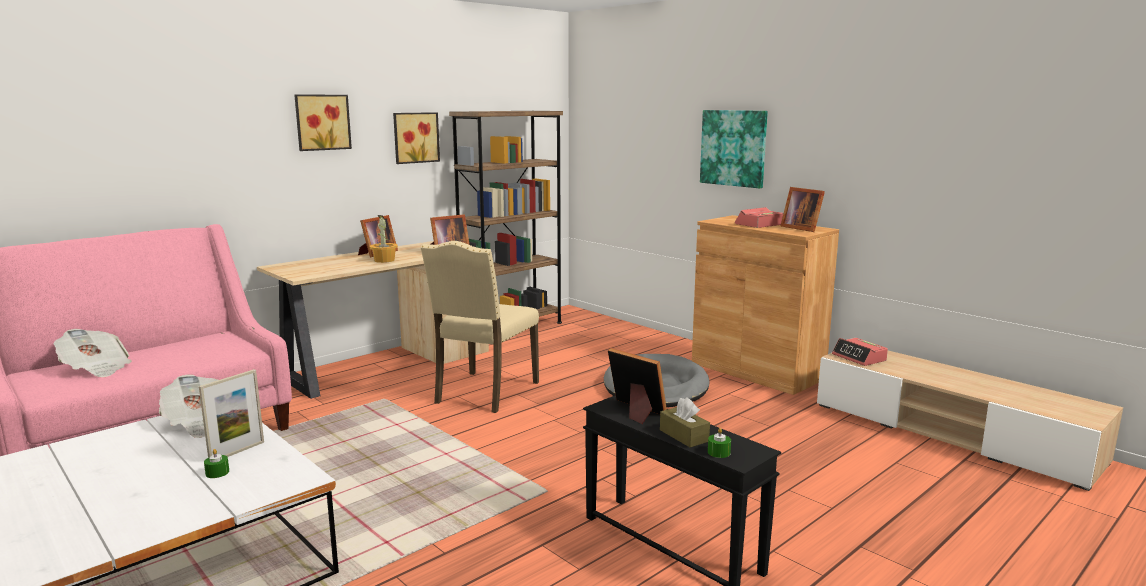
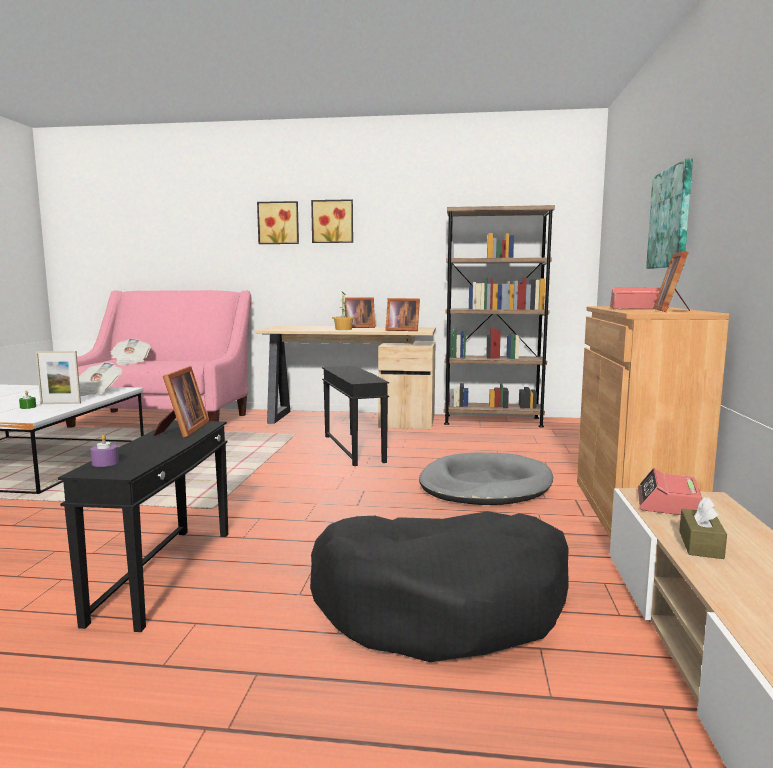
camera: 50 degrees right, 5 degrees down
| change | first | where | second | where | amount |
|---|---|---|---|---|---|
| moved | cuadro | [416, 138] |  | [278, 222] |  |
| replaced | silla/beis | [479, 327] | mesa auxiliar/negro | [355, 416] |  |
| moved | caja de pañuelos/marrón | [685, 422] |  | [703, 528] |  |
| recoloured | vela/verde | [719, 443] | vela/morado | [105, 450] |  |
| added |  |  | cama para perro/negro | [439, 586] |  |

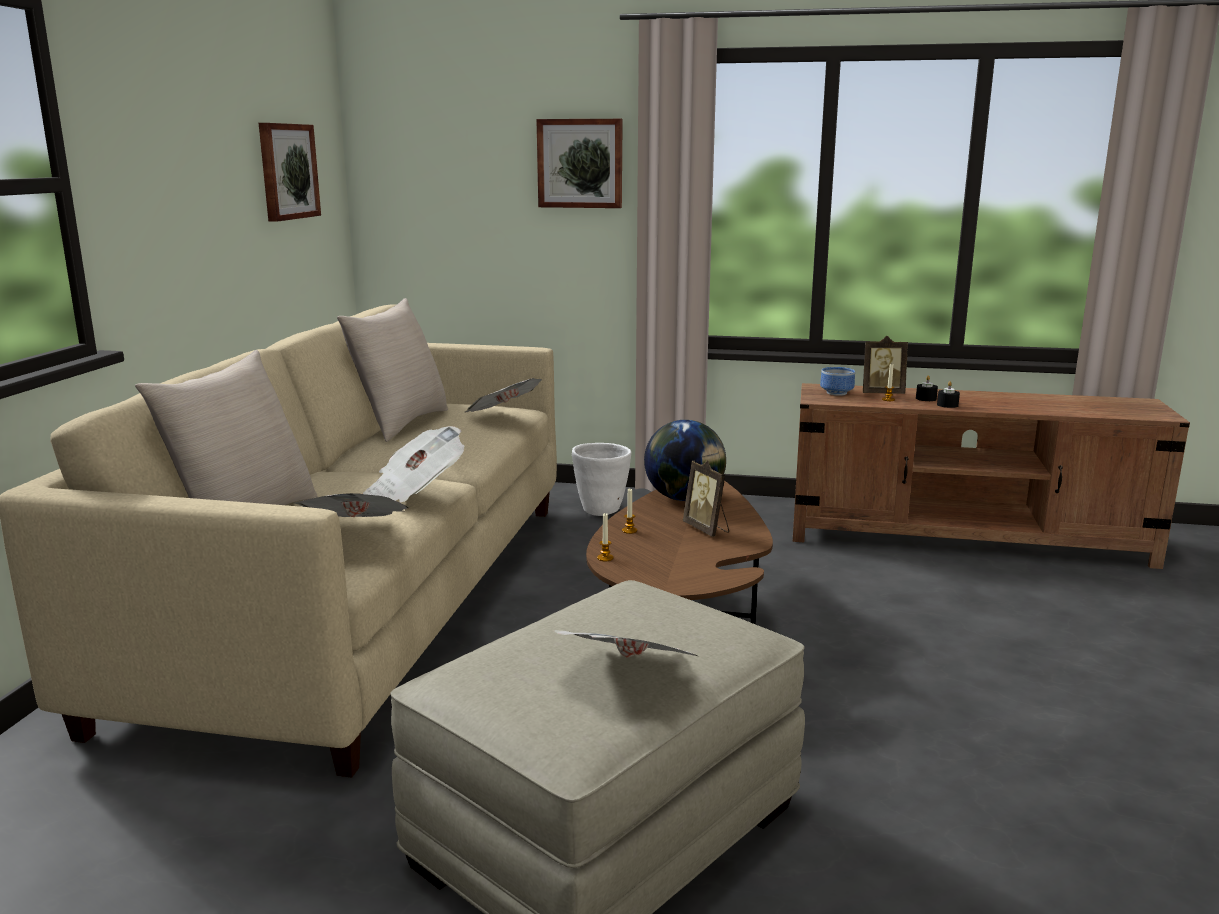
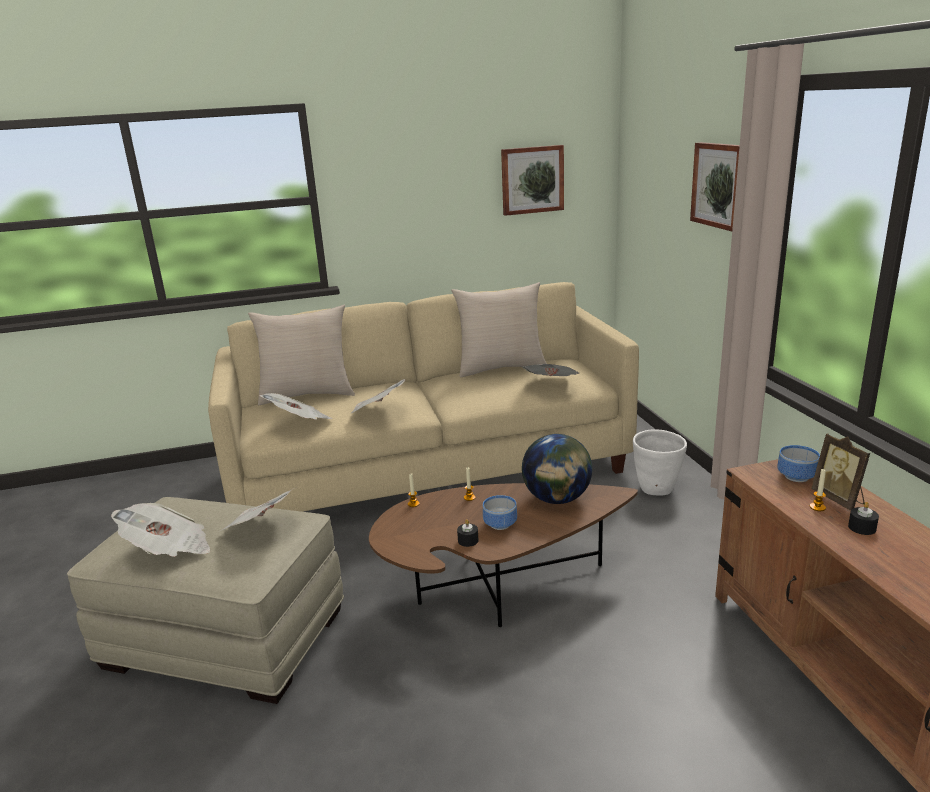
camera: 65 degrees right, 5 degrees up
| change | first | where | second | where | amount |
|---|---|---|---|---|---|
| moved | vela/negro | [948, 394] |  | [468, 533] |  |
| replaced | portarretratos | [706, 498] | cuenco | [500, 512] |  |
| added |  |  | periódico | [255, 510] |  |

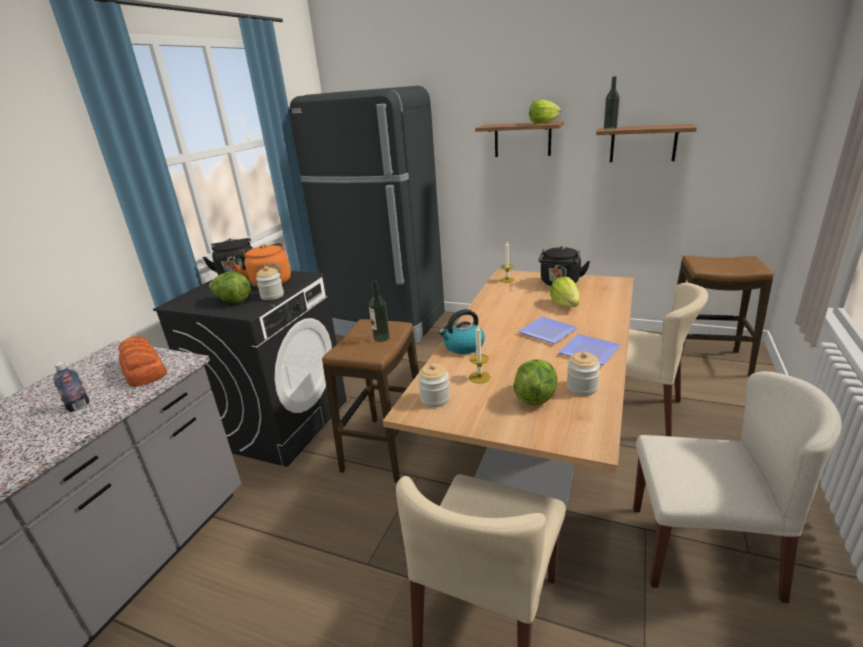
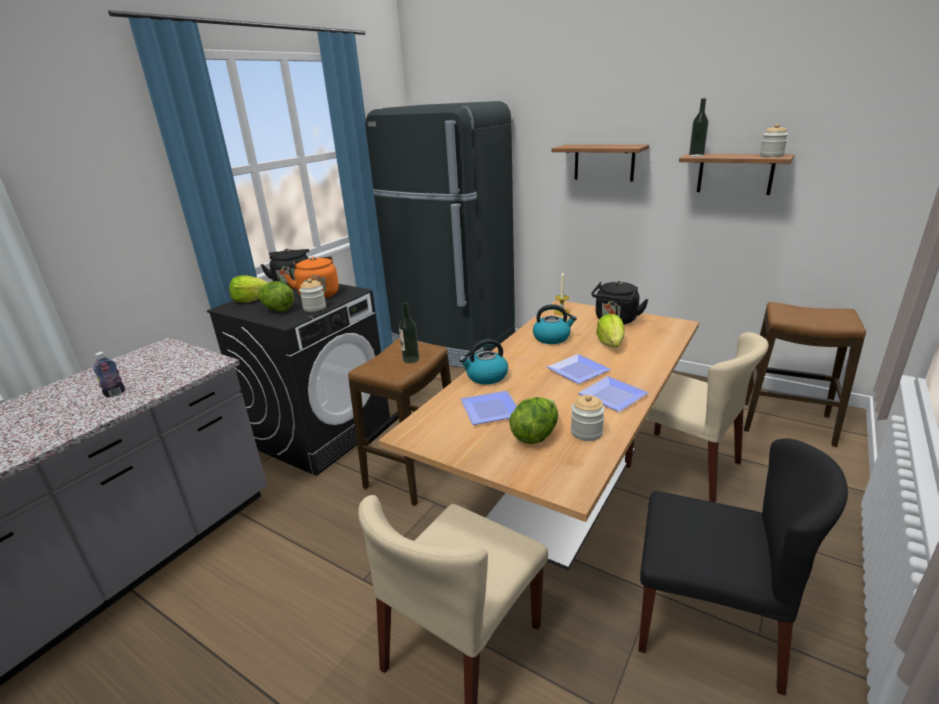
camera: 10 degrees right, 0 degrees up
| change | first | where | second | where | amount |
|---|---|---|---|---|---|
| moved | lechuga | [545, 111] |  | [249, 288] |  |
| replaced | vela | [480, 354] | plato | [489, 408] |  |
| removed | pan | [142, 361] |  |  |  |
| moved | tarro | [434, 385] |  | [774, 140] |  |
| recoloured | silla/beis | [737, 487] | silla/negro | [743, 567] |  |
| added |  |  | hervidor | [555, 324] |  |

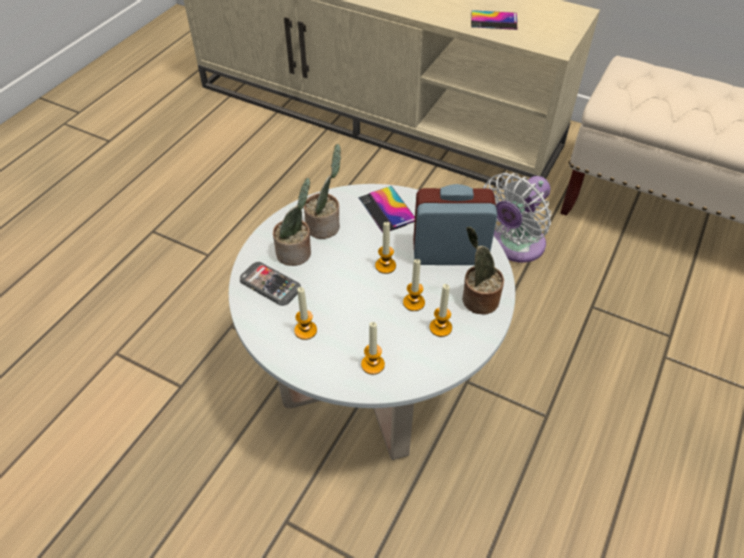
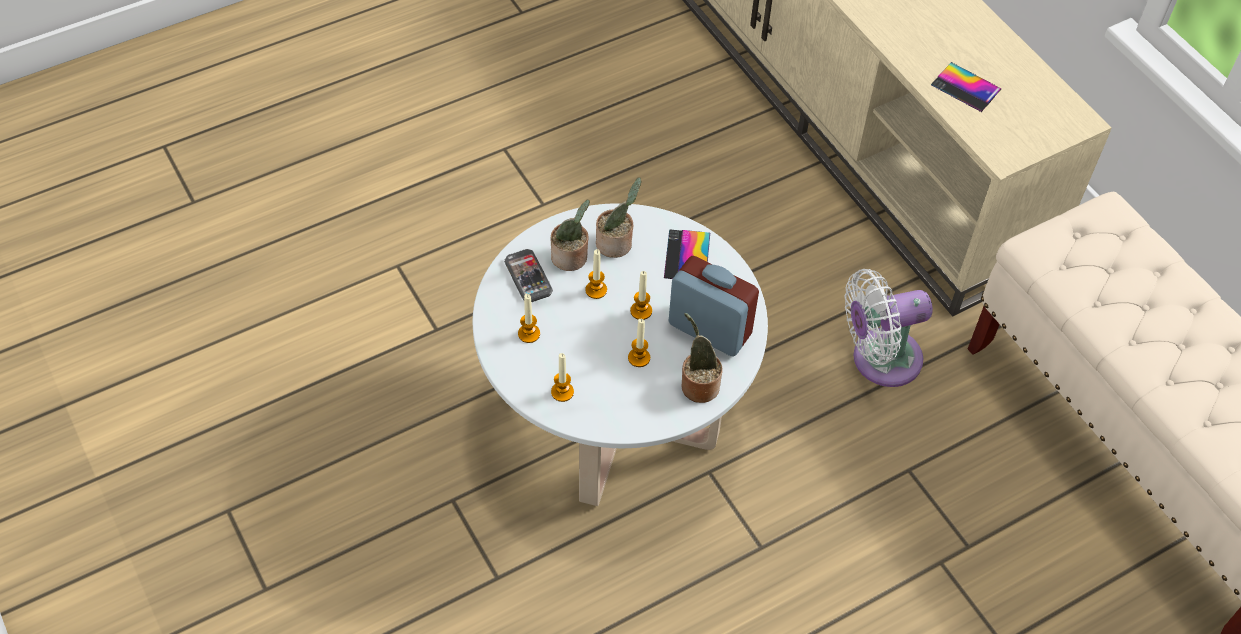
camera: 30 degrees right, 5 degrees up
| change | first | where | second | where | amount |
|---|---|---|---|---|---|
| moved | vela | [441, 310] |  | [596, 274] |  |

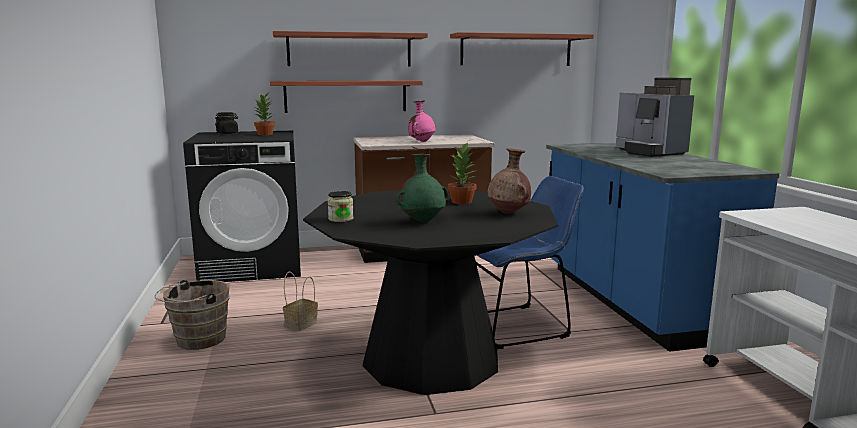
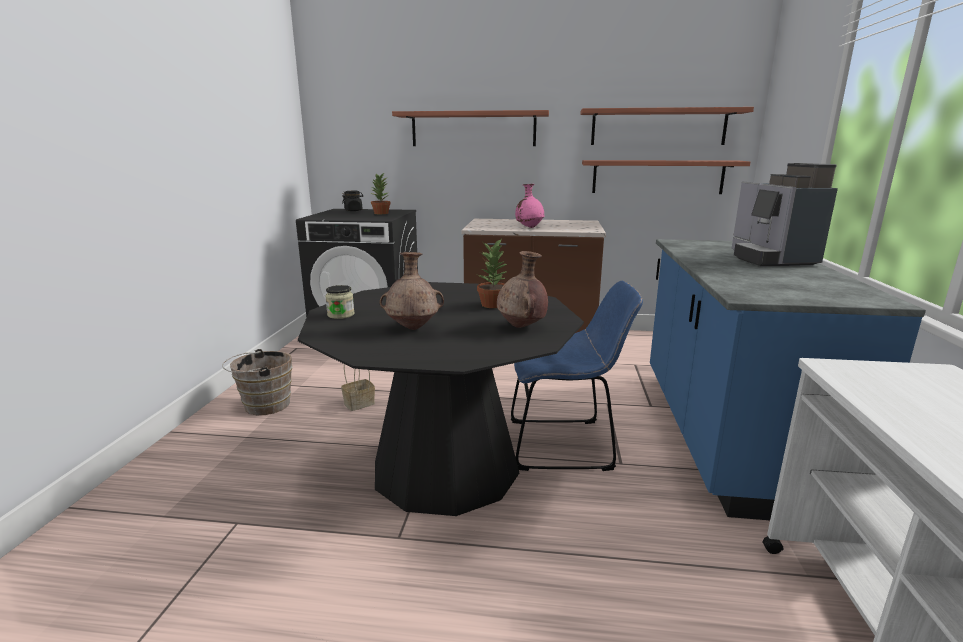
camera: 20 degrees right, 5 degrees up
| change | first | where | second | where | amount |
|---|---|---|---|---|---|
| moved | estante | [346, 97] |  | [666, 177] |  |
| recoloured | florero/verde | [422, 188] | florero/marrón | [411, 291] |  |

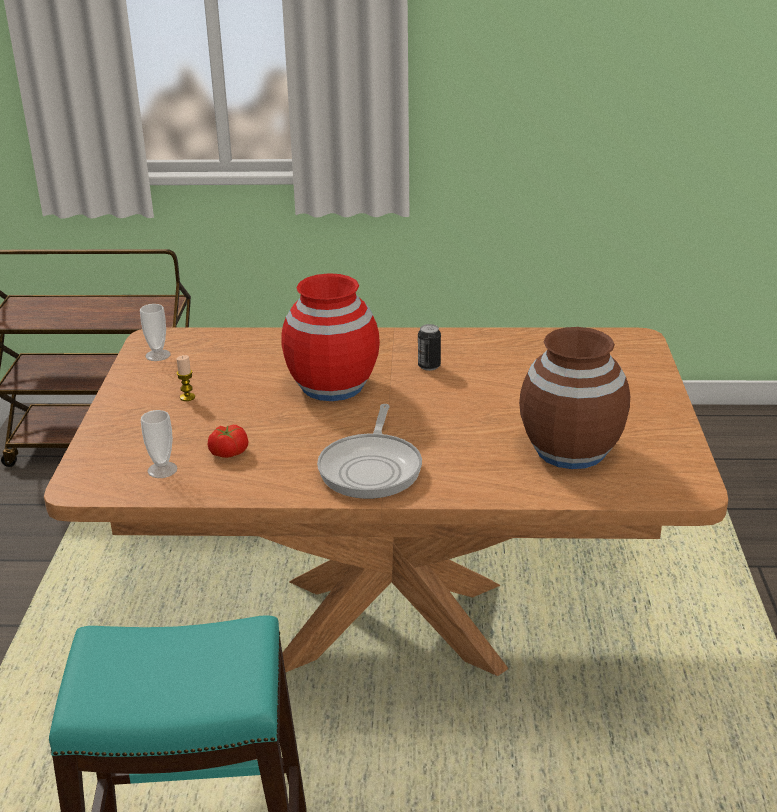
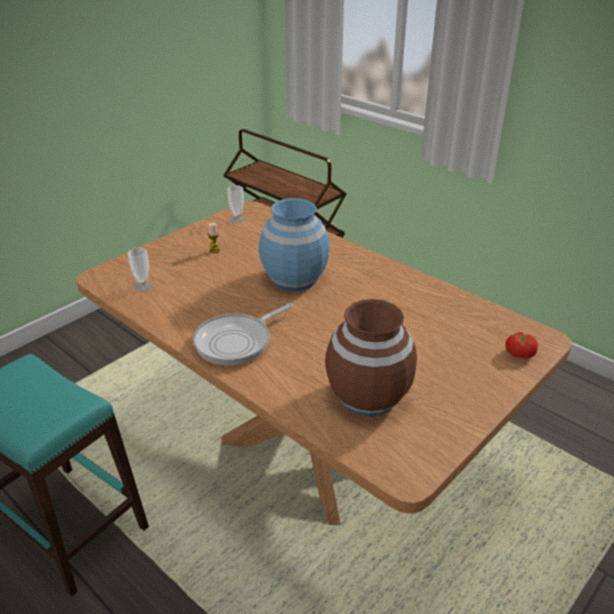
camera: 40 degrees right, 5 degrees up
| change | first | where | second | where | amount |
|---|---|---|---|---|---|
| recoloured | florero/rojo | [330, 337] | florero/azul | [294, 244] |  |
| removed | lata | [429, 347] |  |  |  |
| moved | tomate | [228, 441] |  | [522, 345] |  |

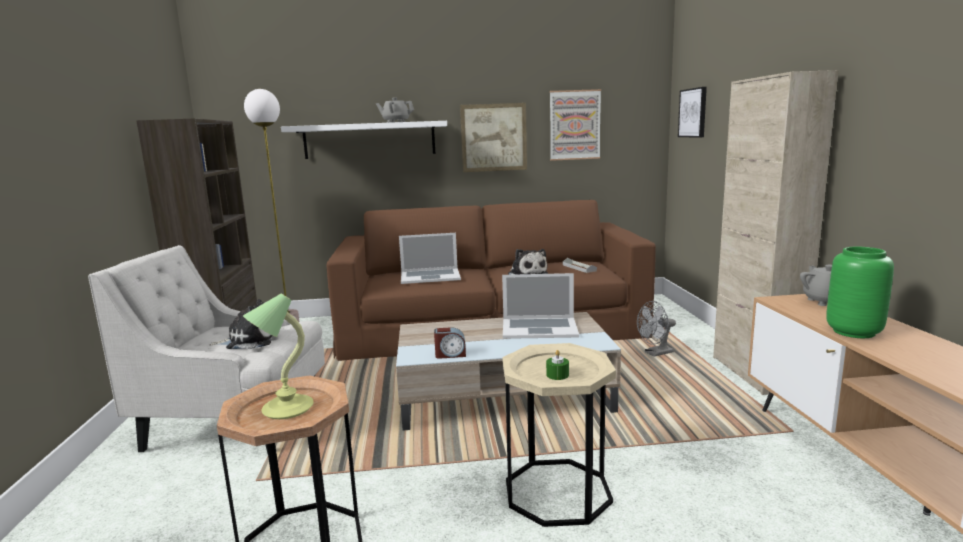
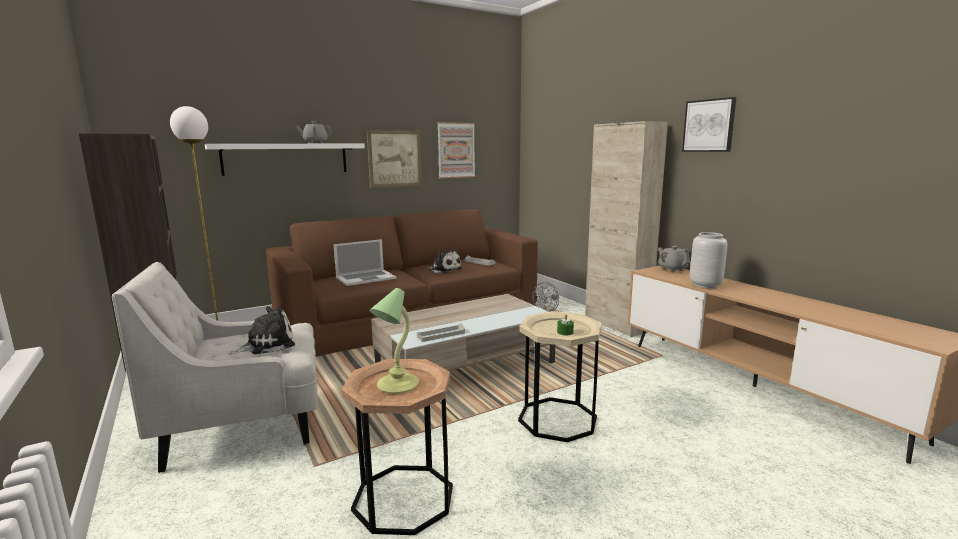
camera: 25 degrees left, 0 degrees up
| change | first | where | second | where | amount |
|---|---|---|---|---|---|
| moved | cuadro | [692, 112] |  | [709, 124] |  |
| recoloured | florero/verde | [860, 292] | florero/gris | [708, 260] |  |
| removed | portátil | [540, 306] |  |  |  |
| replaced | despertador | [450, 343] | bandeja/gris | [441, 333] |  |

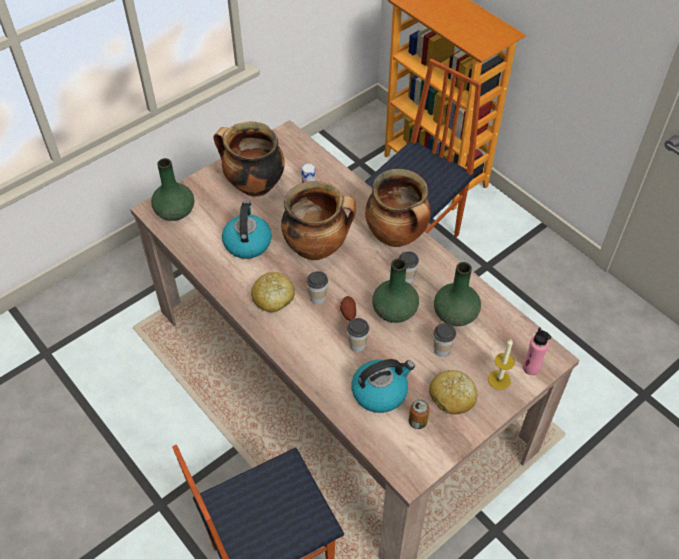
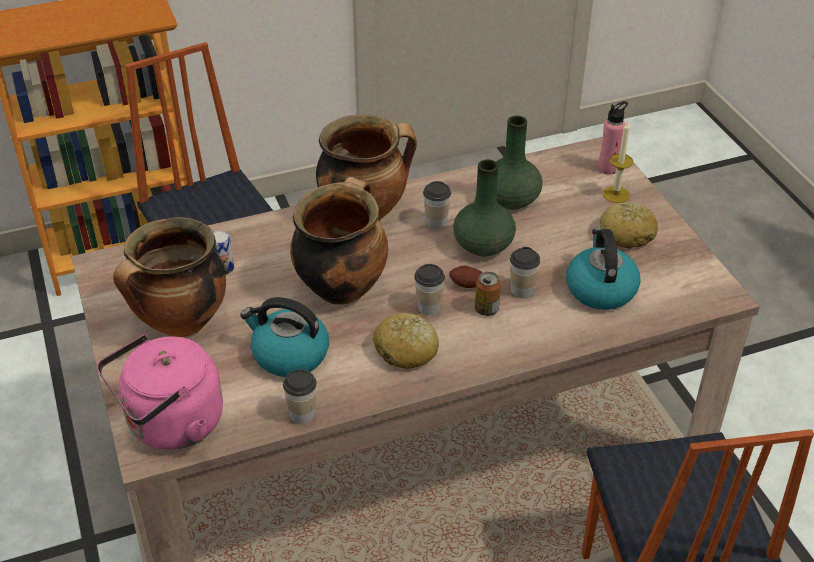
camera: 70 degrees left, 10 degrees down
| change | first | where | second | where | amount |
|---|---|---|---|---|---|
| replaced | florero/verde | [172, 189] | hervidor/rosa | [160, 392] |  |
| moved | taza | [445, 340] |  | [300, 396] |  |
| moved | lata | [419, 414] |  | [488, 294] |  |

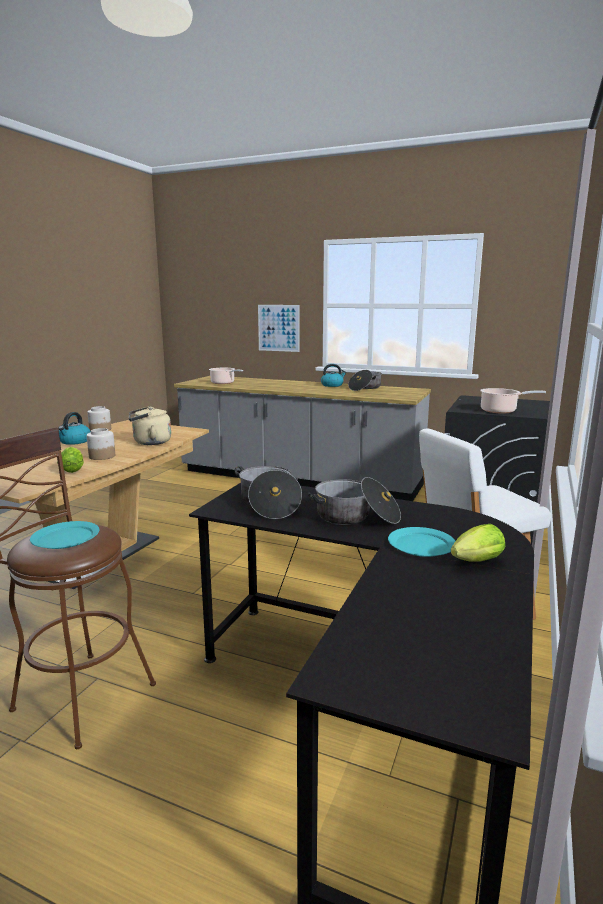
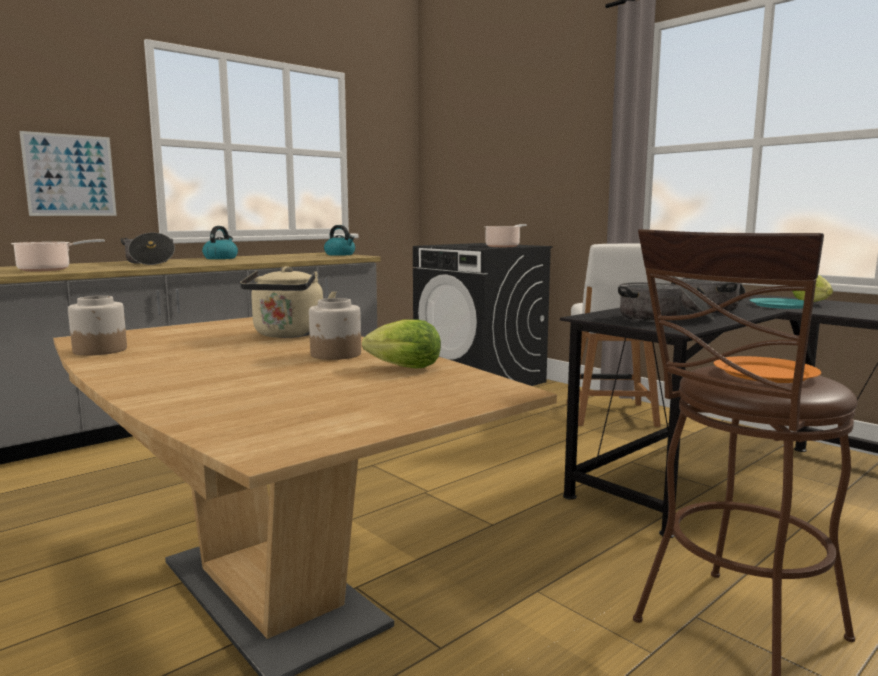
camera: 65 degrees left, 5 degrees down
| change | first | where | second | where | amount |
|---|---|---|---|---|---|
| moved | olla | [365, 380] |  | [148, 248] |  |
| moved | hervidor | [74, 428] |  | [339, 240] |  |
| recoloured | plato/turquesa | [64, 535] | plato/naranja | [767, 369] |  |

